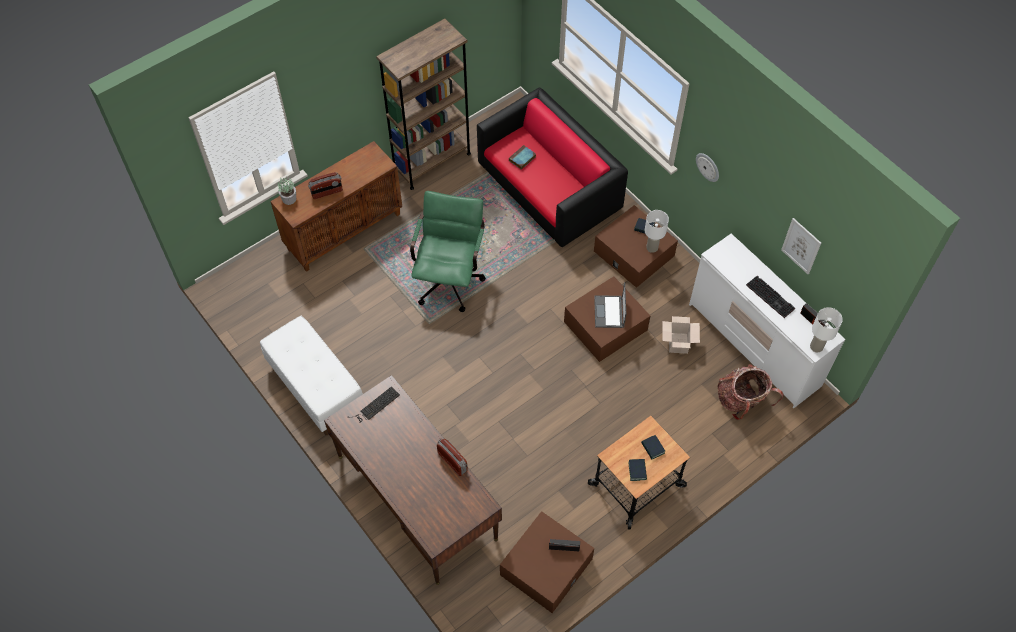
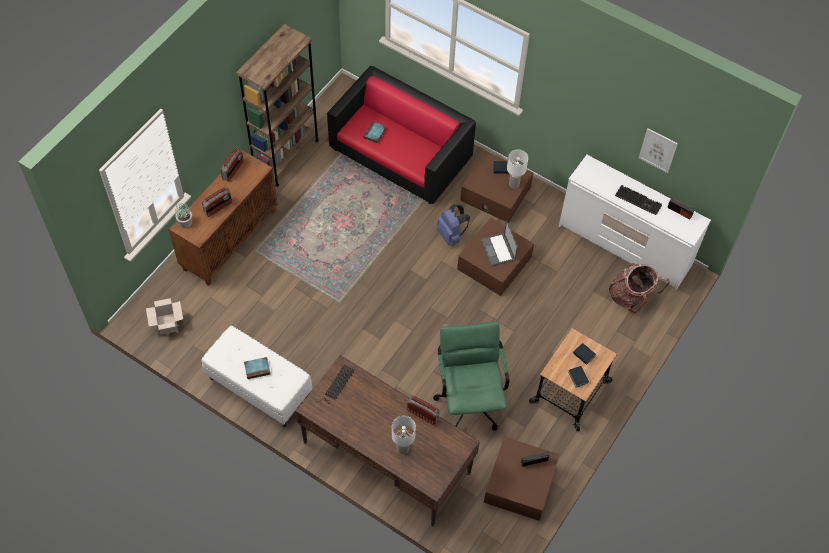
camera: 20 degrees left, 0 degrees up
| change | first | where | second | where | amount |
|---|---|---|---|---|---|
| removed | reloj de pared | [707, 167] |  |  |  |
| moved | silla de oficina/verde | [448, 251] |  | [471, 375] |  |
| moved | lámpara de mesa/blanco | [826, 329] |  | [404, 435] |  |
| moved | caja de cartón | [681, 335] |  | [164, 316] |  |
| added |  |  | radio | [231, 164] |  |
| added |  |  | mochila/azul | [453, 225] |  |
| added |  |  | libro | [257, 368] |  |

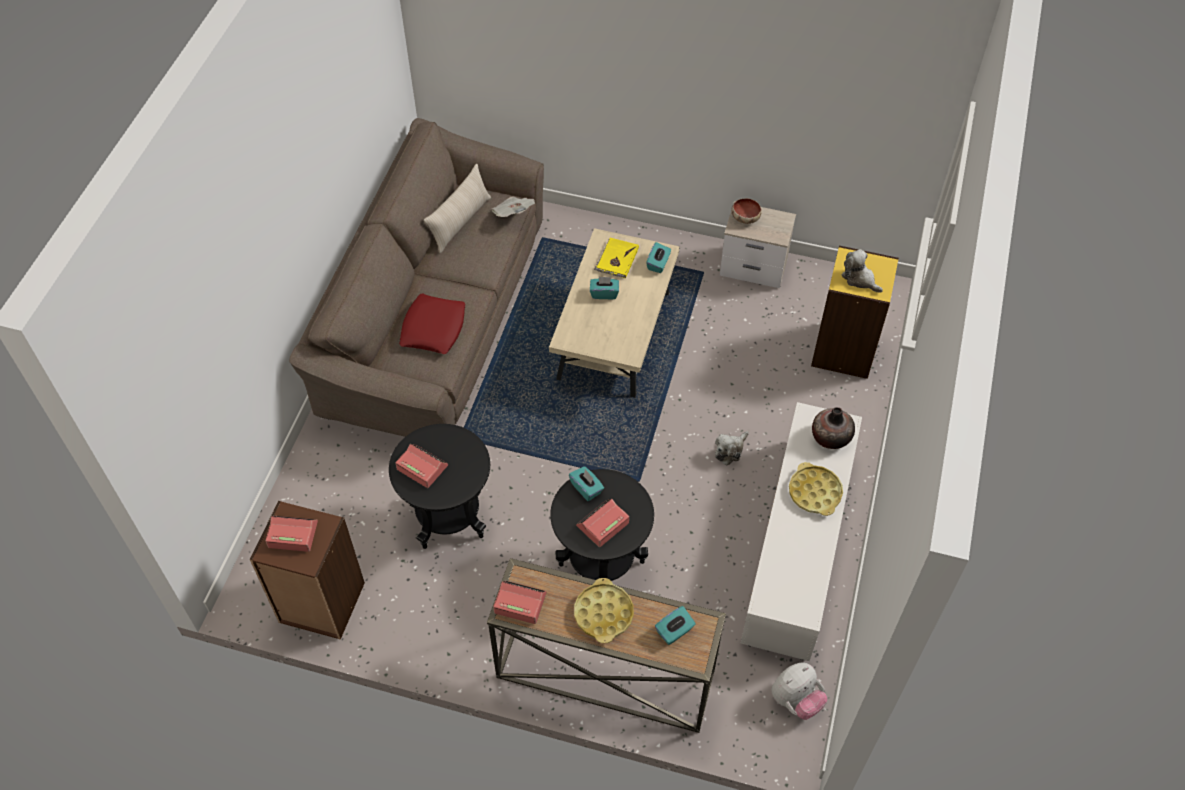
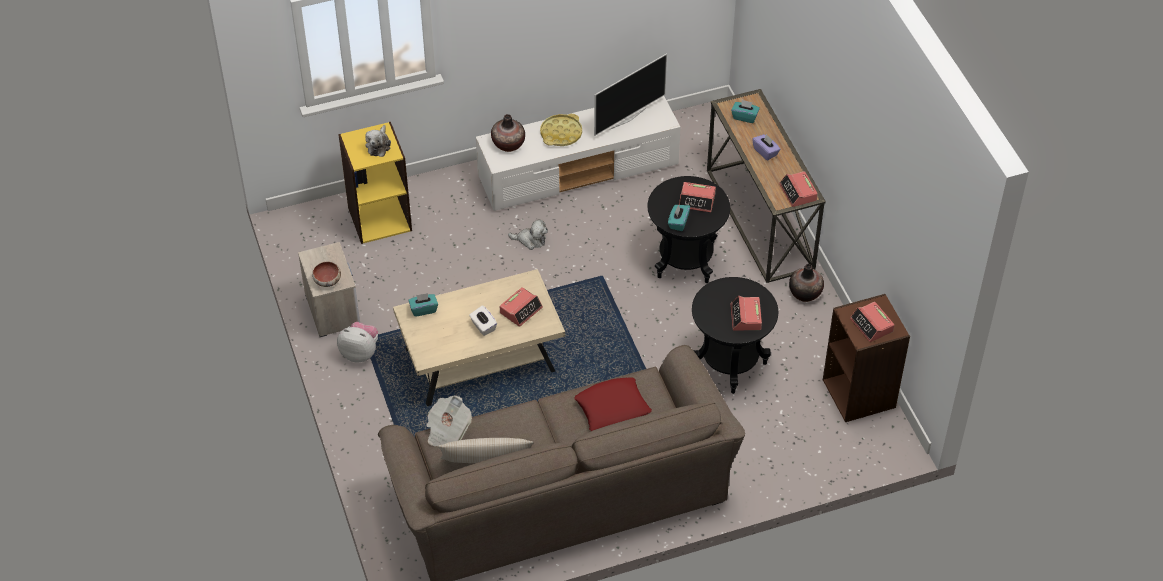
camera: 125 degrees left, 5 degrees down
| change | first | where | second | where | amount |
|---|---|---|---|---|---|
| removed | libro/amarillo | [616, 258] |  |  |  |
| recoloured | caja de pañuelos/turquesa | [604, 288] | caja de pañuelos/blanco | [483, 320] |  |
| replaced | bandeja/amarillo | [604, 610] | caja de pañuelos/morado | [766, 147] |  |
| moved | peluche | [800, 691] |  | [357, 342] |  |
| added |  |  | televisor | [630, 94] |  |
| added |  |  | florero | [806, 283] |  |
| added |  |  | despertador | [521, 307] |  |

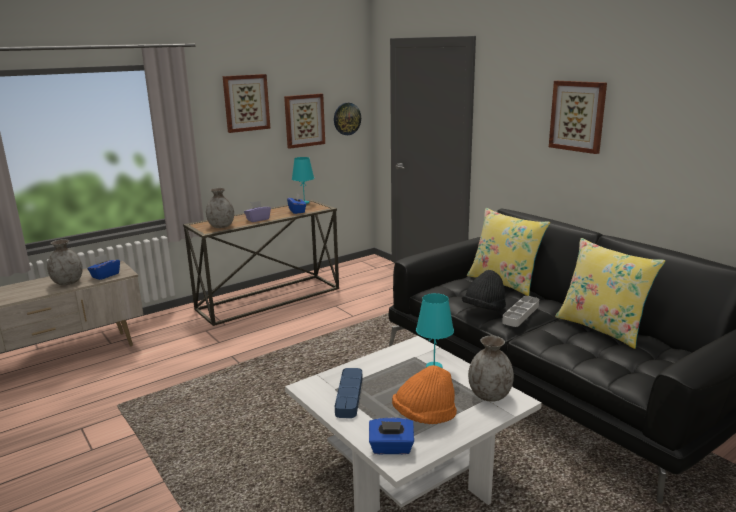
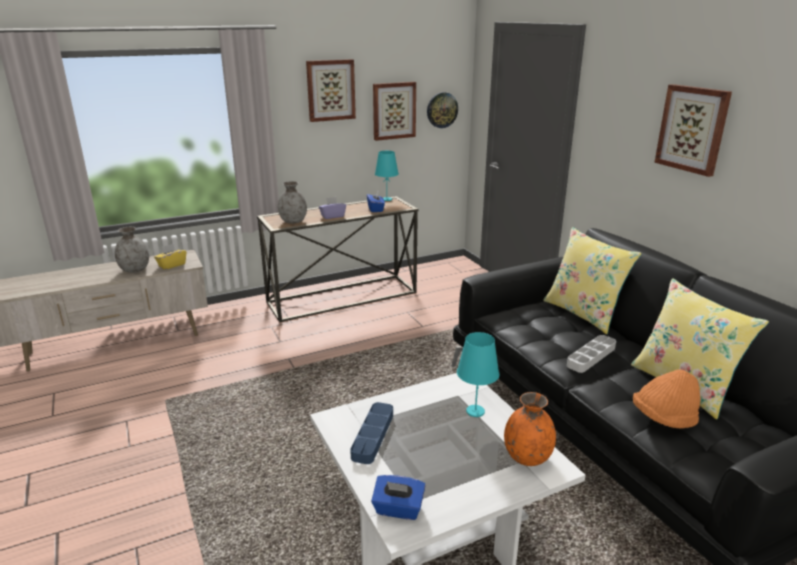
camera: 10 degrees right, 5 degrees up
| change | first | where | second | where | amount |
|---|---|---|---|---|---|
| recoloured | caja de pañuelos/azul | [103, 267] | caja de pañuelos/amarillo | [170, 257] |  |
| removed | sombrero/negro | [484, 290] |  |  |  |
| recoloured | florero/gris | [491, 369] | florero/naranja | [530, 429] |  |
| moved | sombrero/naranja | [424, 394] |  | [667, 399] |  |

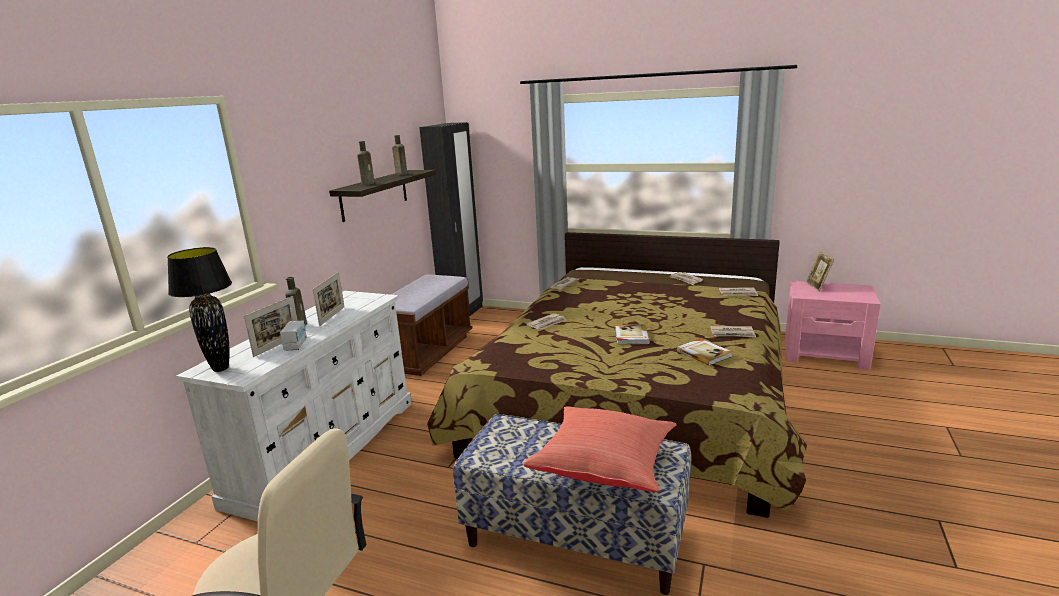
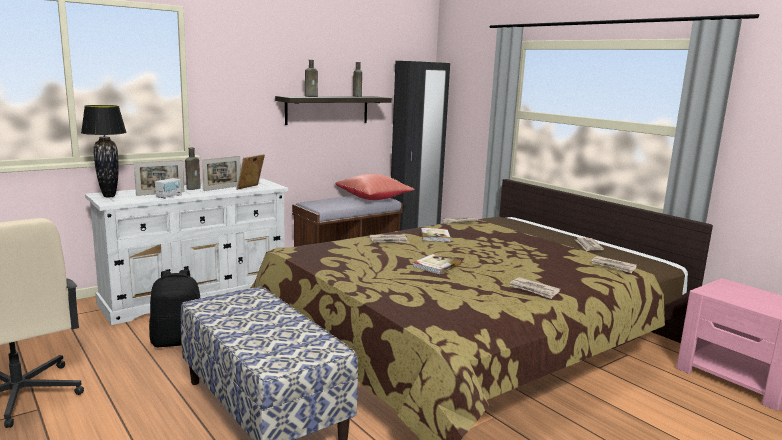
camera: 30 degrees right, 5 degrees down
| change | first | where | second | where | amount |
|---|---|---|---|---|---|
| moved | portarretratos | [820, 271] |  | [250, 172] |  |
| moved | libro | [705, 352] |  | [436, 235] |  |
| moved | cojín/rojo | [600, 449] |  | [375, 187] |  |
| added |  |  | mochila/negro | [174, 308] |  |

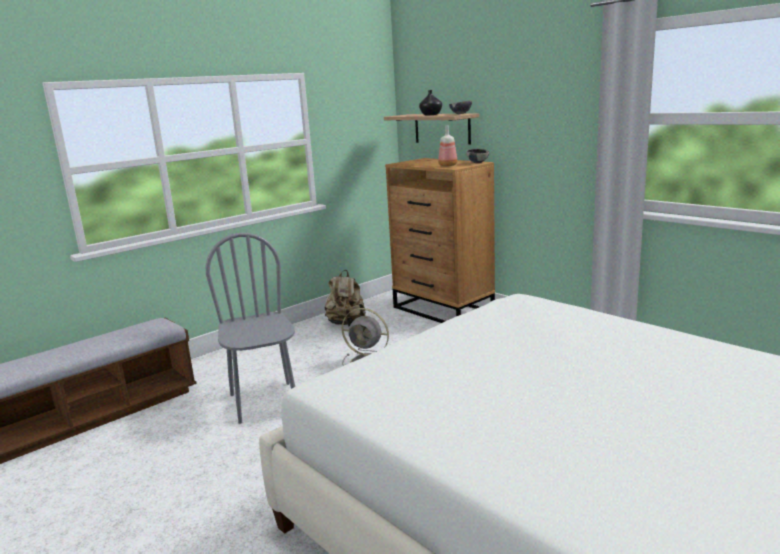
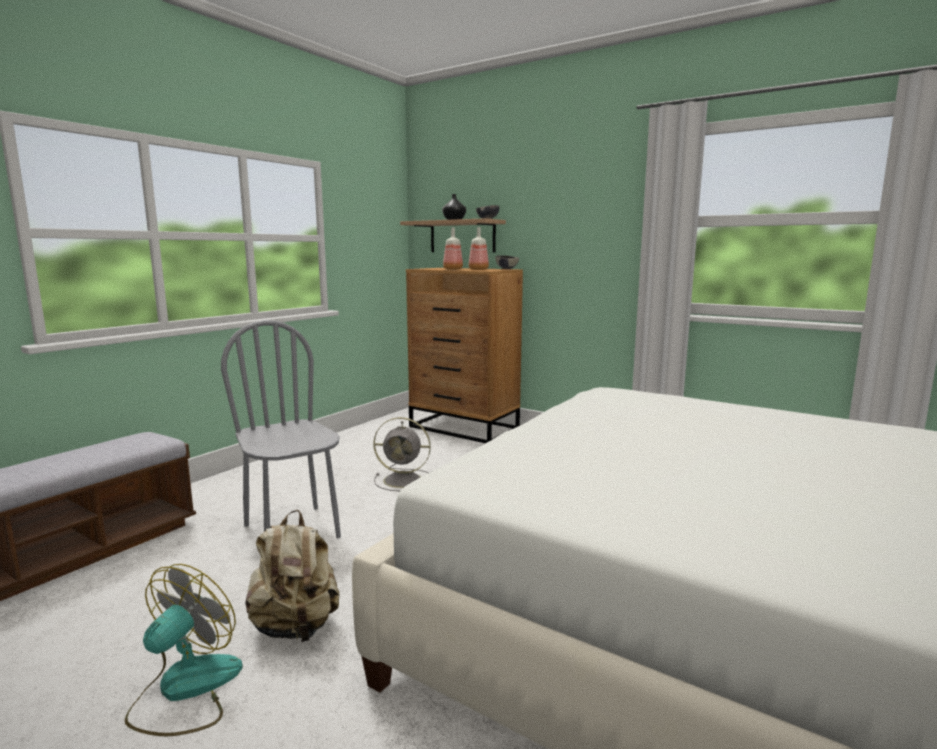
camera: 15 degrees left, 5 degrees down
| change | first | where | second | where | amount |
|---|---|---|---|---|---|
| moved | mochila/beis | [345, 298] |  | [292, 576] |  |
| added |  |  | botella | [453, 249] |  |
| added |  |  | ventilador | [184, 650] |  |

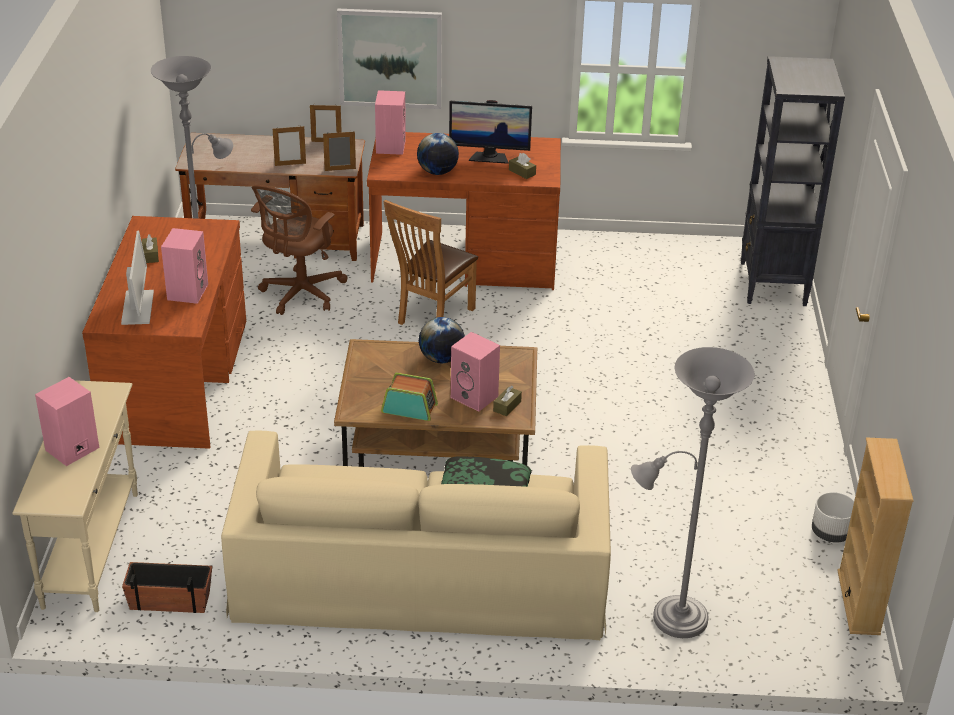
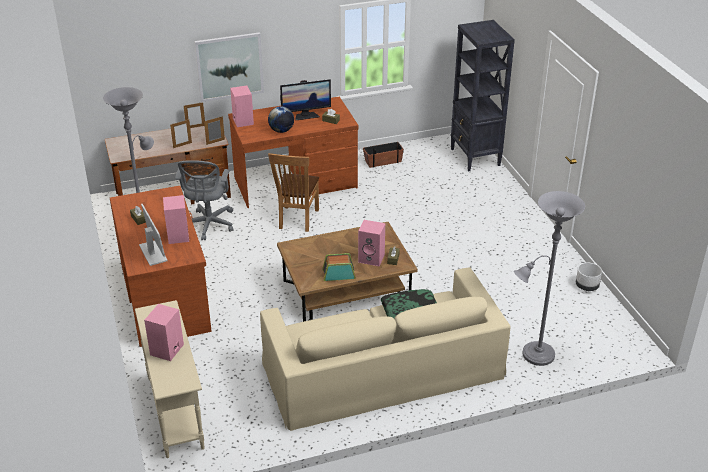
camera: 20 degrees left, 0 degrees up
| change | first | where | second | where | amount |
|---|---|---|---|---|---|
| recoloured | silla de oficina/marrón | [299, 250] | silla de oficina/gris | [204, 200] |  |
| removed | globo terráqueo | [442, 340] |  |  |  |
| removed | estantería/beis | [875, 536] |  |  |  |
| moved | maceta | [167, 587] |  | [383, 155] |  |

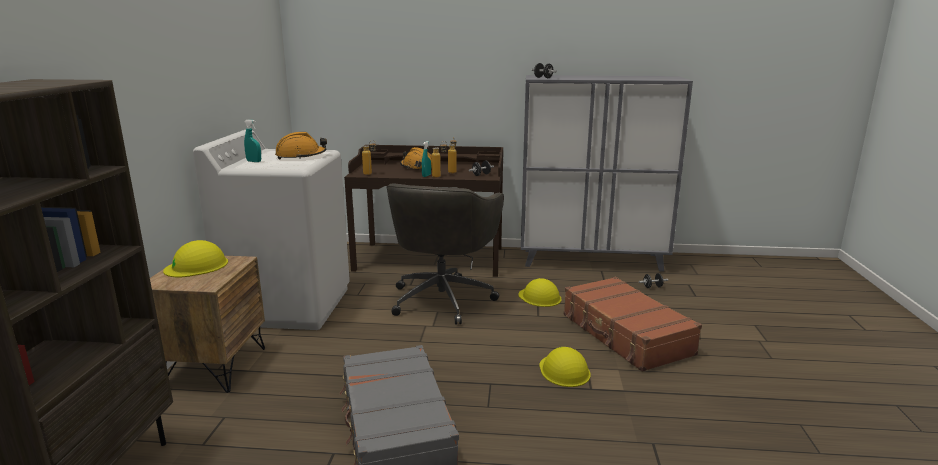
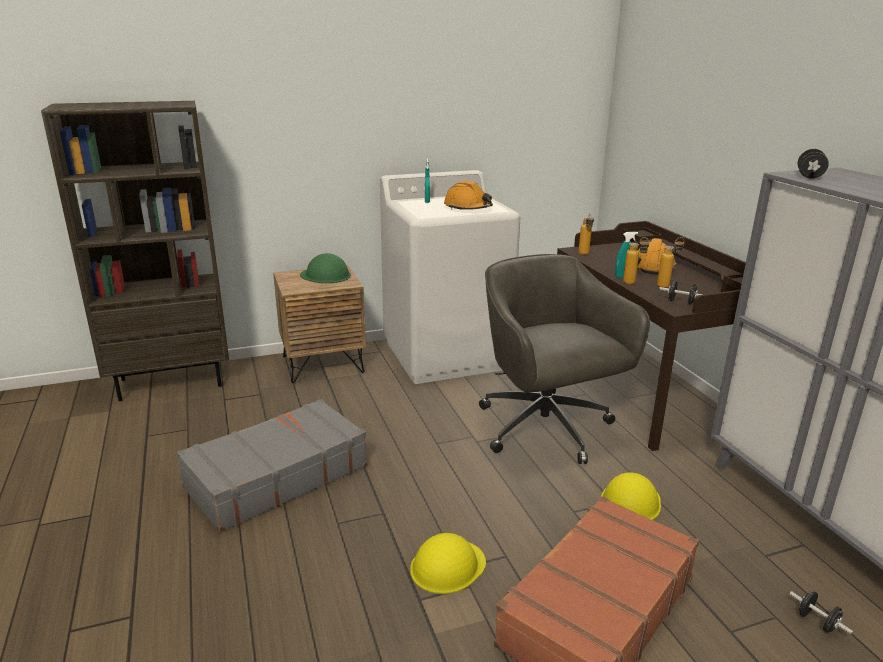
camera: 65 degrees right, 5 degrees up
| change | first | where | second | where | amount |
|---|---|---|---|---|---|
| turned | silla de oficina/gris | [445, 253] |  | [564, 359] | 75 degrees clockwise |
| recoloured | casco/amarillo | [195, 258] | casco/verde | [325, 268] |  |

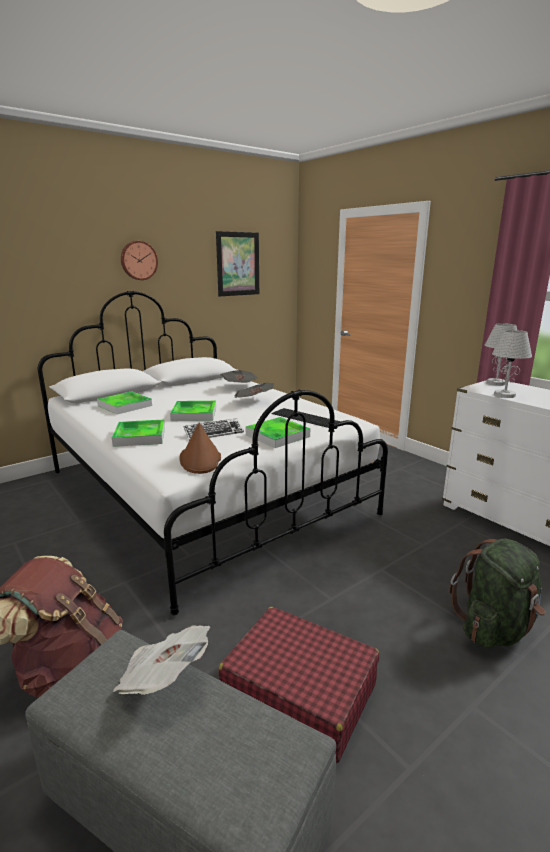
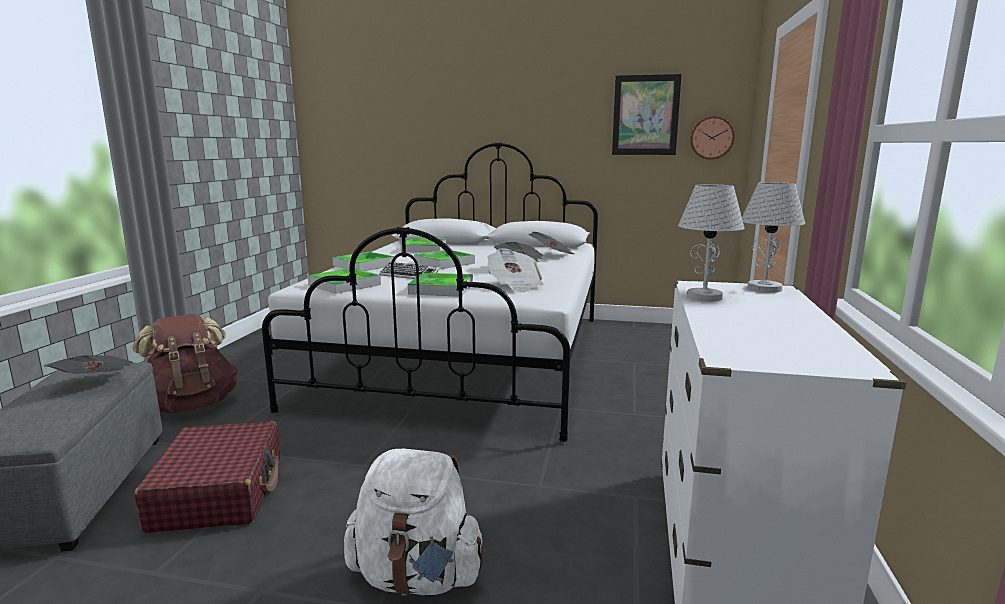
camera: 50 degrees right, 5 degrees down
| change | first | where | second | where | amount |
|---|---|---|---|---|---|
| moved | reloj de pared | [139, 260] |  | [712, 138] |  |
| replaced | teclado | [305, 418] | periódico | [515, 270] |  |
| replaced | sombrero/marrón | [200, 448] | bandeja | [344, 281] |  |
| recoloured | mochila/verde | [497, 593] | mochila/blanco | [415, 522] |  |

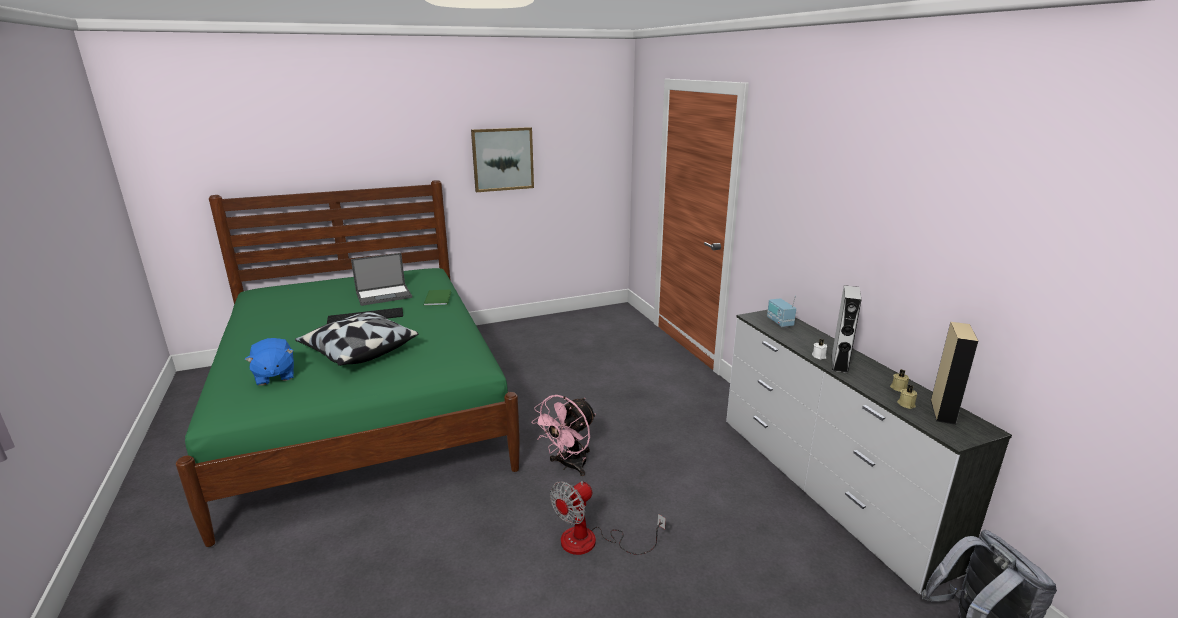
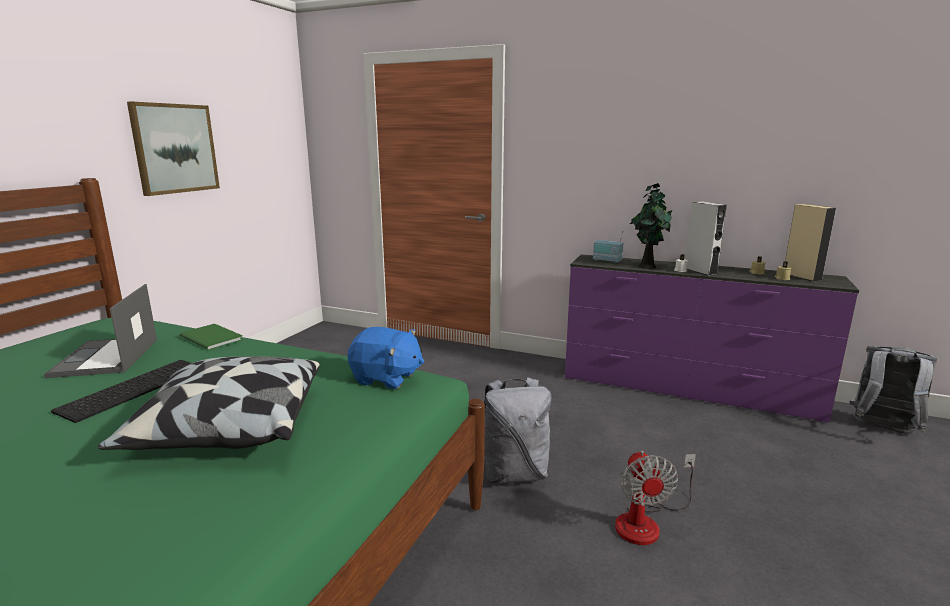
camera: 45 degrees left, 5 degrees down
| change | first | where | second | where | amount |
|---|---|---|---|---|---|
| turned | portátil | [381, 279] |  | [100, 331] | 150 degrees clockwise |
| recoloured | cómoda/blanco | [869, 452] | cómoda/morado | [712, 338] |  |
| moved | peluche/azul | [269, 362] |  | [386, 358] |  |
| replaced | ventilador/rosa | [564, 435] | mochila/gris | [518, 430] |  |
| added |  |  | planta en maceta | [650, 226] |  |

